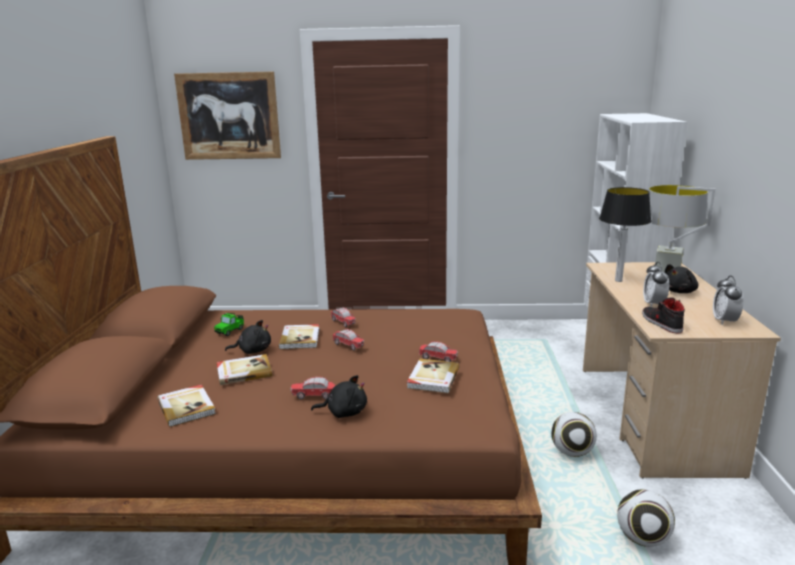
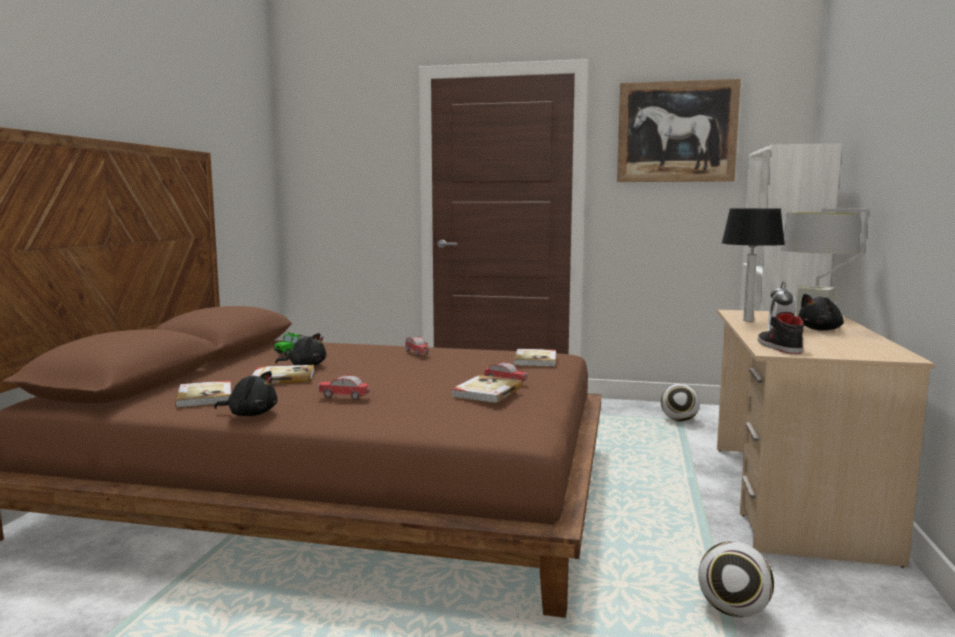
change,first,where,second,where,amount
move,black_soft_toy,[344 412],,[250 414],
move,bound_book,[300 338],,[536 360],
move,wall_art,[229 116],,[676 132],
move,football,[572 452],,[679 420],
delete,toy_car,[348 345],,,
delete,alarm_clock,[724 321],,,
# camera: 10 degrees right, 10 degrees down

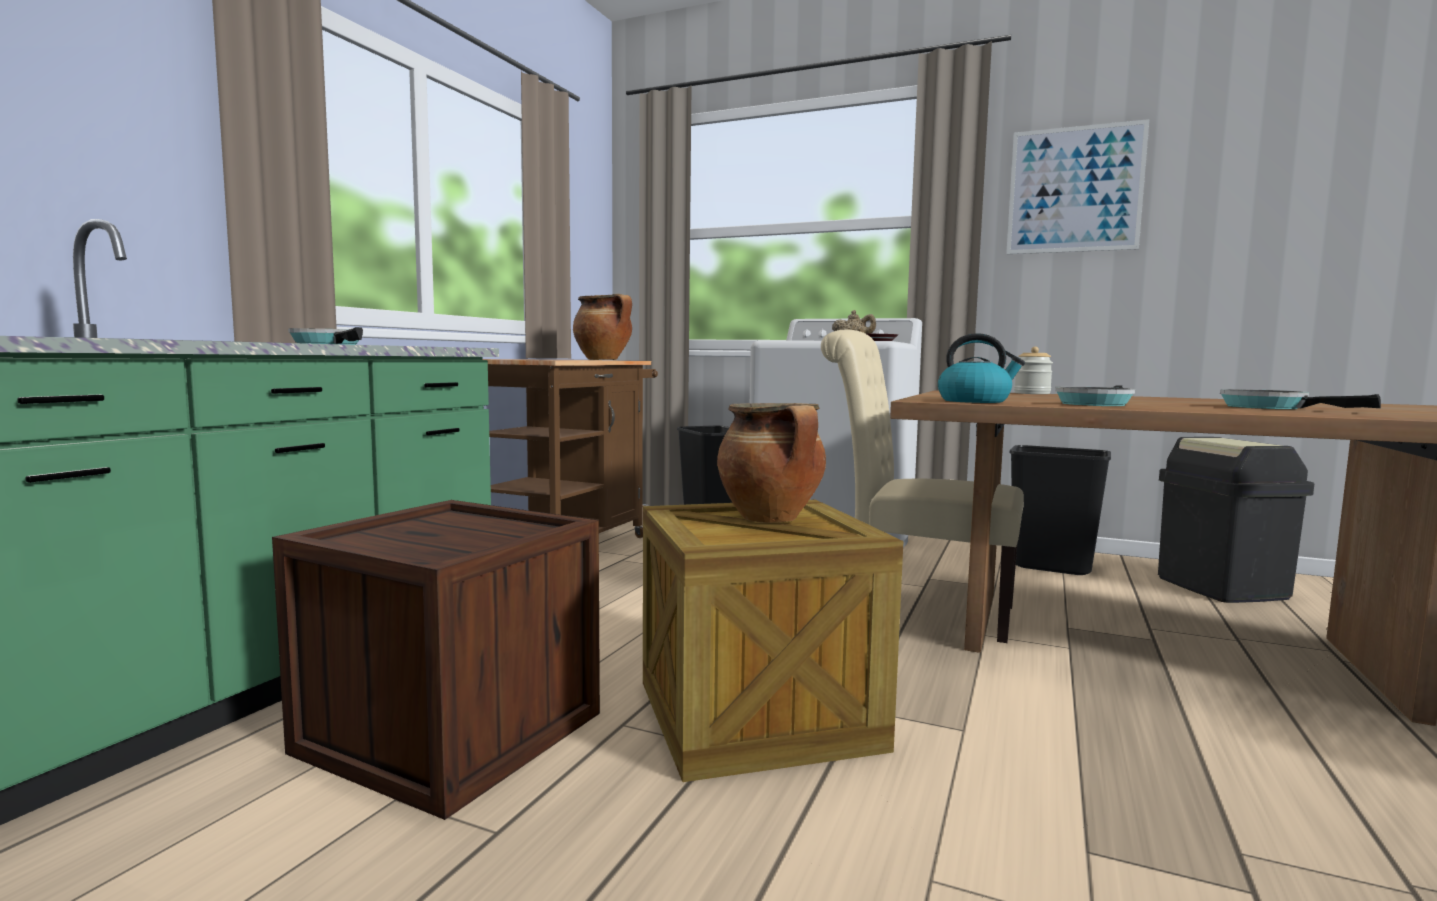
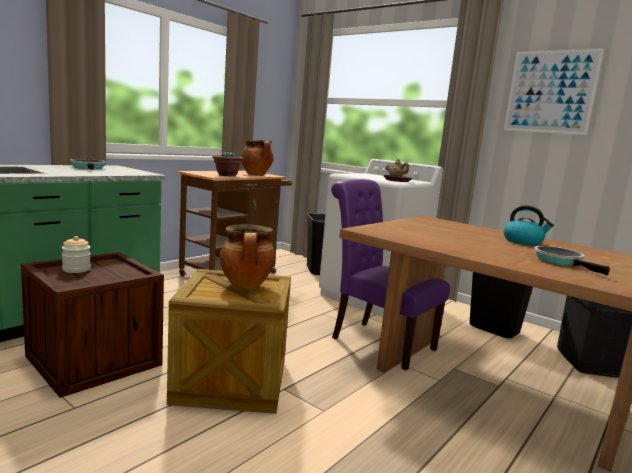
change,first,where,second,where,amount
move,preserve_jar,[1032 393],,[76 269],
insert,,,plant_in_a_pot,[226 175],
recolor,beige_chair,[916 610],purple-coloured_chair,[377 341],
move,water_kettle,[975 401],,[523 241],
delete,pan,[1094 404],,,
# camera: 15 degrees right, 5 degrees up

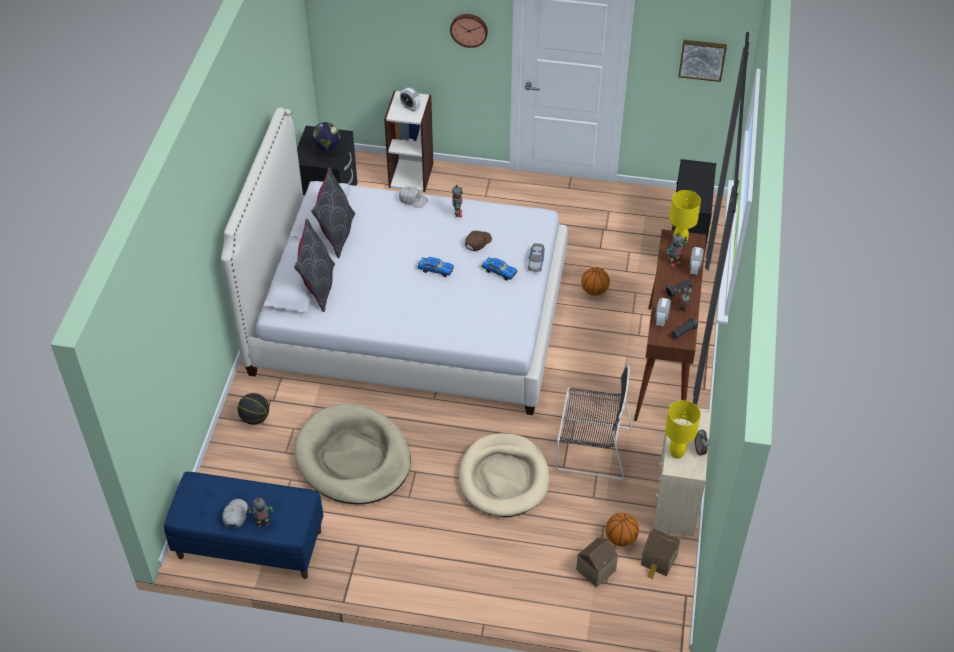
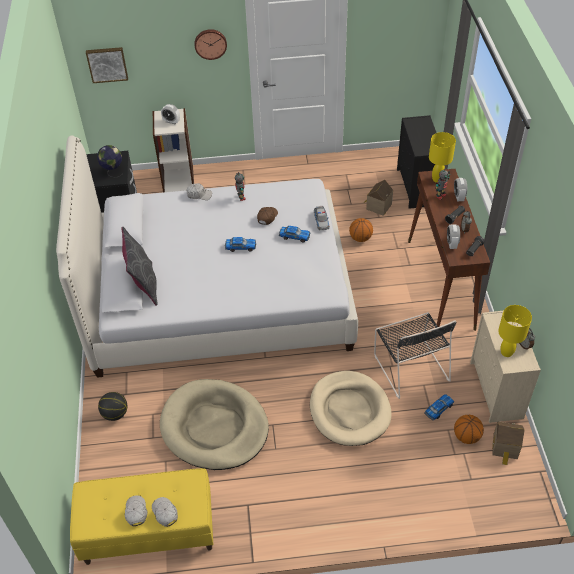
change,first,where,second,where,amount
recolor,blue_bench,[249 544],yellowish_bench,[148 532],
move,wall_art,[702 59],,[107 64],
replace,toy_robot,[263 523],whitish_cap,[165 513],
move,miniature_house,[594 569],,[377 206],
rotate,black_chair,[590 448],,[410 366],75 degrees clockwise
insert,,,toy_car,[438 409],
delete,gray_throw_pillow,[336 234],,,
# camera: 15 degrees left, 0 degrees up

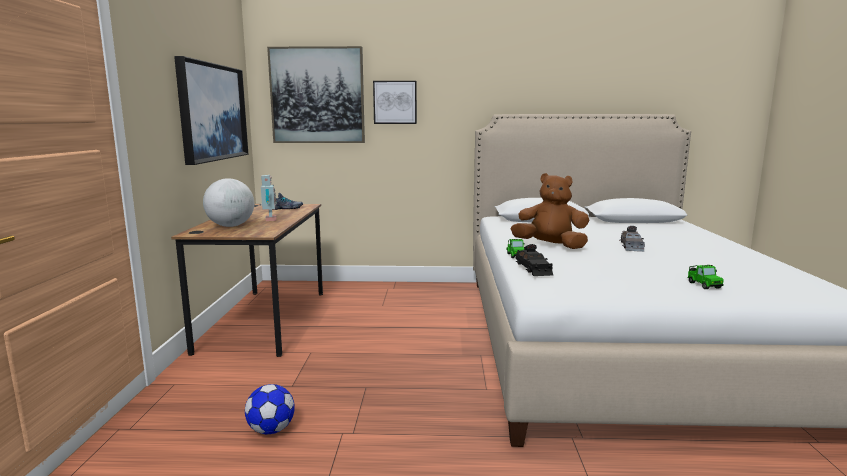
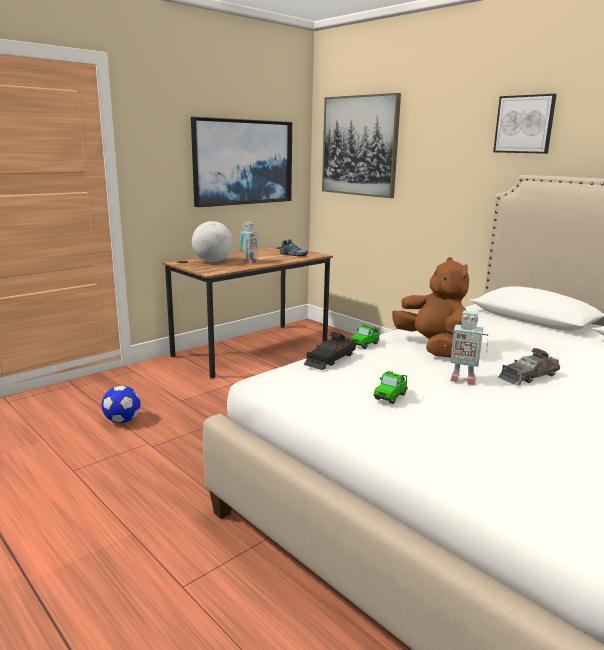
change,first,where,second,where,amount
move,toy_car,[703 285],,[391 396],
insert,,,toy_robot,[462 379],
move,wall_art,[395 102],,[524 124],
# camera: 45 degrees right, 5 degrees up

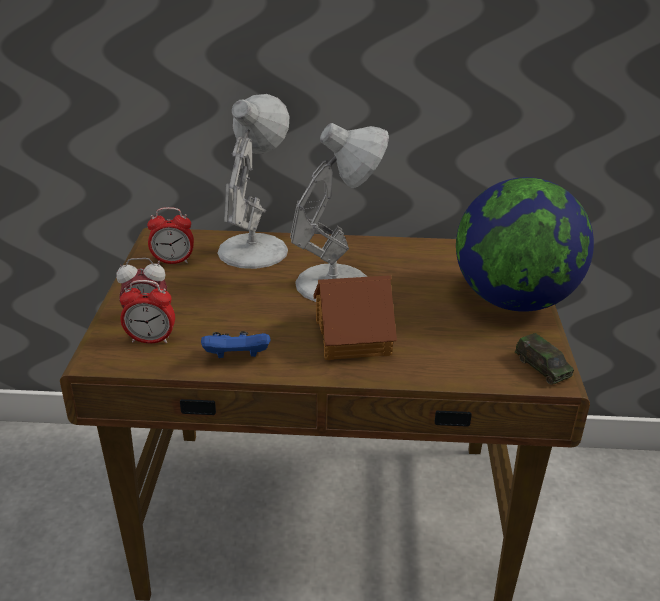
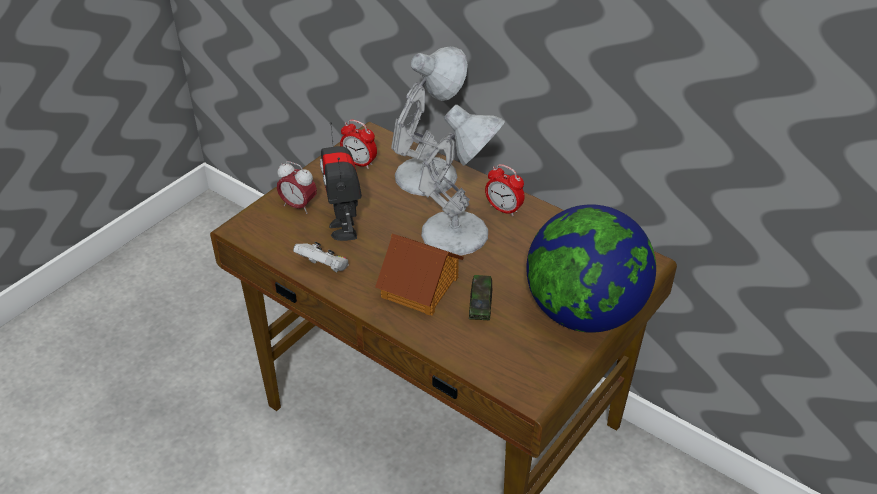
change,first,where,second,where,amount
recolor,blue_gamepad,[237 358],whitish_gamepad,[324 268],
insert,,,toy_robot,[345 229],
move,toy_car,[542 367],,[480 304],
move,alarm_clock,[151 340],,[503 209],
# camera: 35 degrees right, 10 degrees up

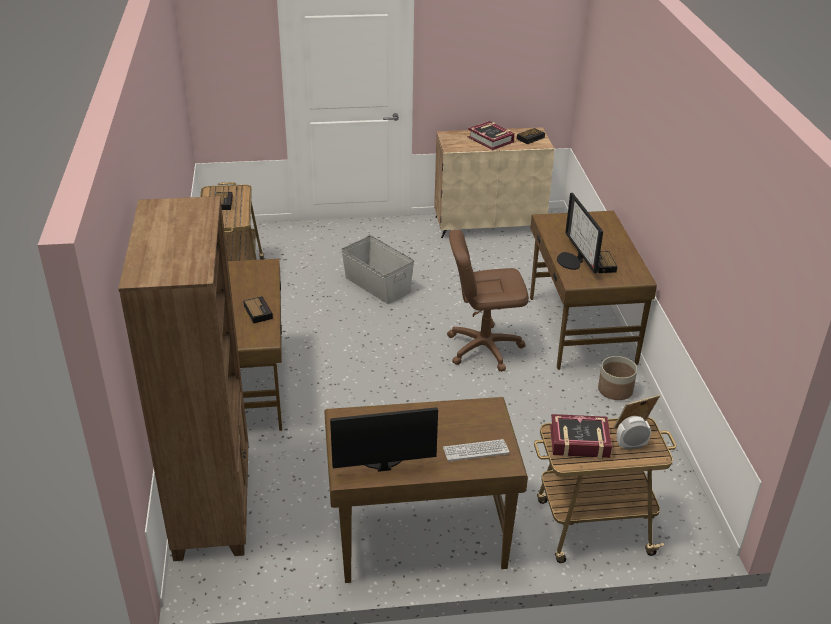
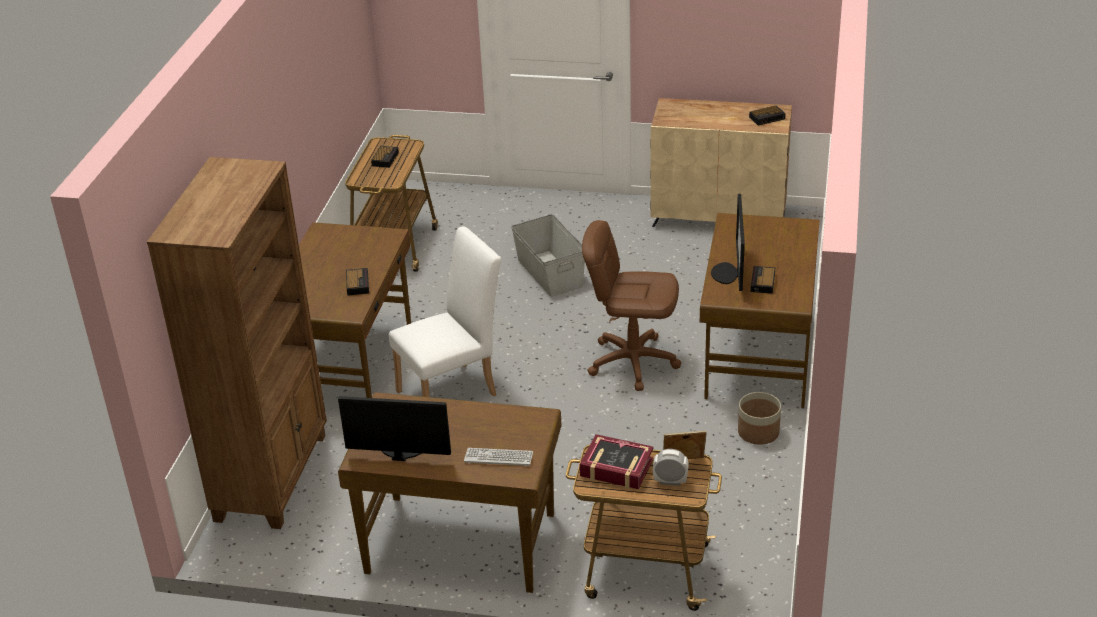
change,first,where,second,where,amount
insert,,,whitish_chair,[453 390],
delete,bound_book,[491 139],,,
# camera: 20 degrees right, 0 degrees up

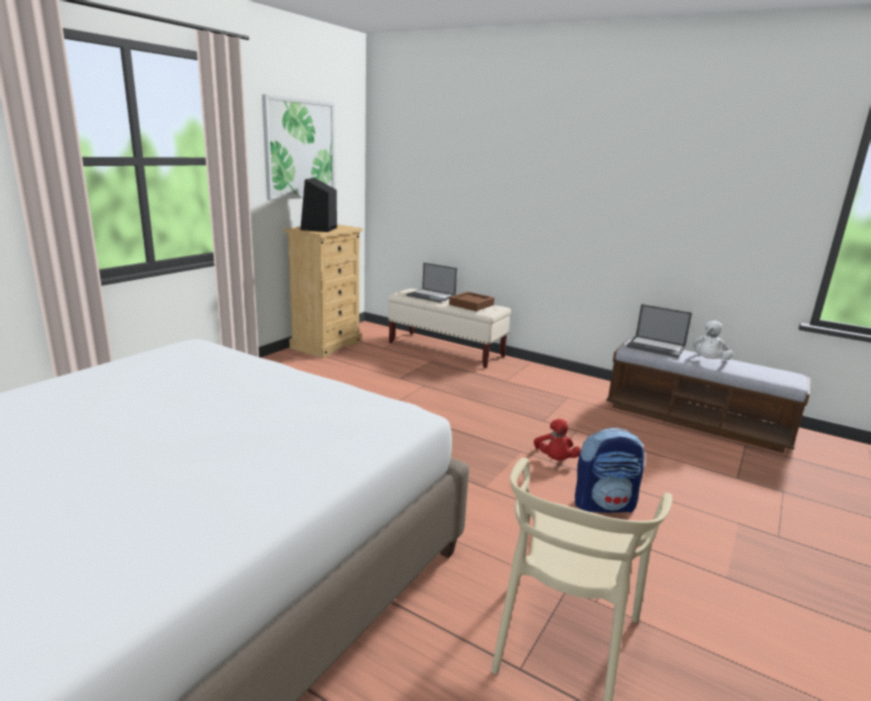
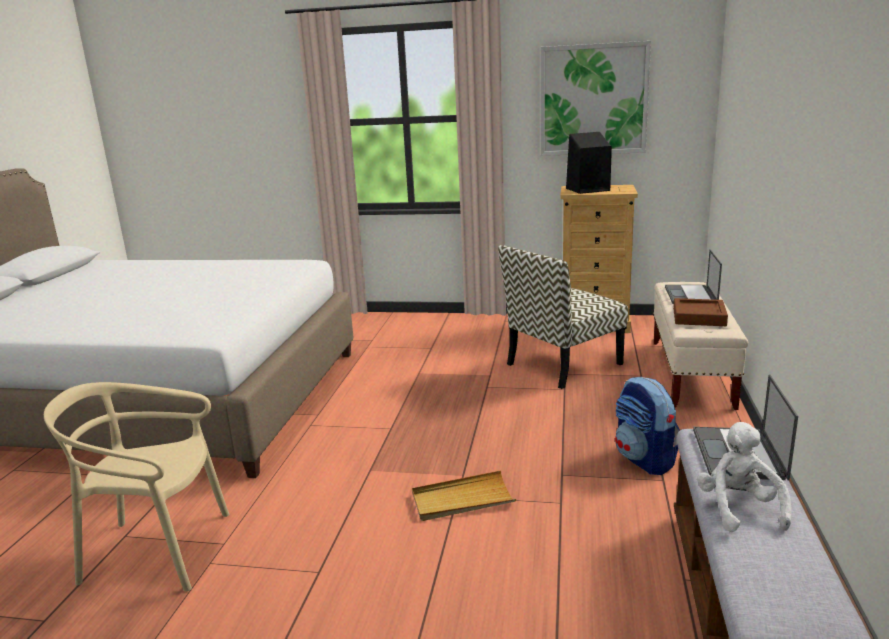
change,first,where,second,where,amount
replace,red_soft_toy,[555 460],beige_serving_tray,[462 500],
insert,,,chair,[563 365],
move,rucksack,[604 504],,[644 460],
rotate,whitish_soft_toy,[708 362],,[739 508],75 degrees clockwise
# camera: 70 degrees right, 0 degrees up

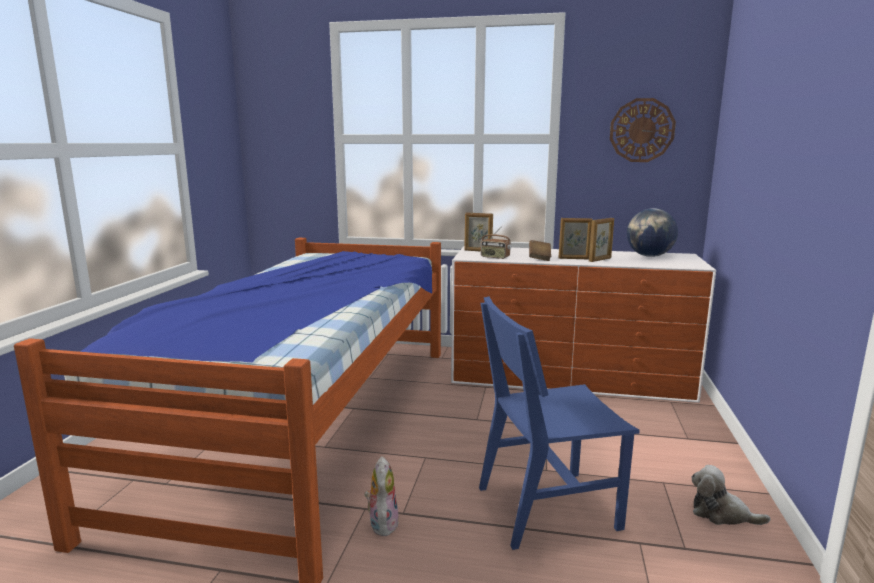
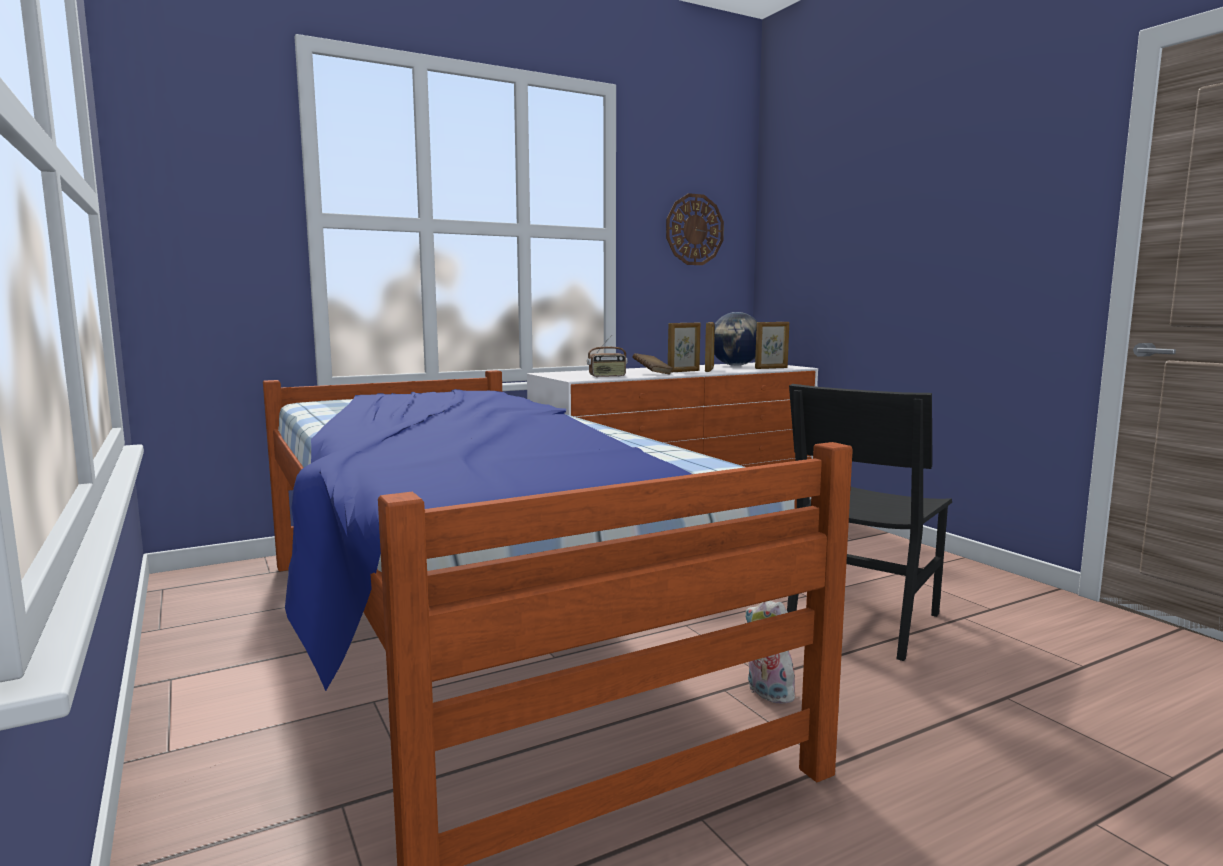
change,first,where,second,where,amount
move,picture_frame,[478 251],,[771 368],
recolor,blue_chair,[547 507],black_chair,[863 621],
delete,soft_toy,[721 514],,,
# camera: 40 degrees left, 5 degrees down

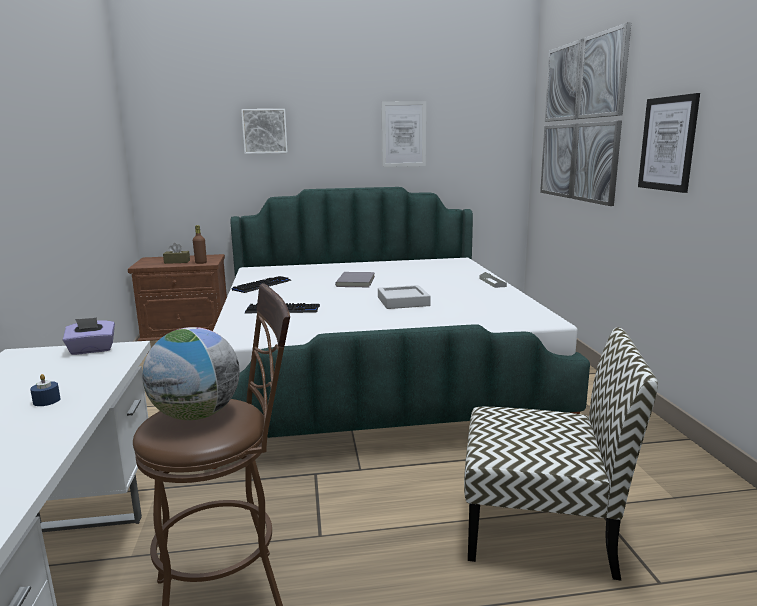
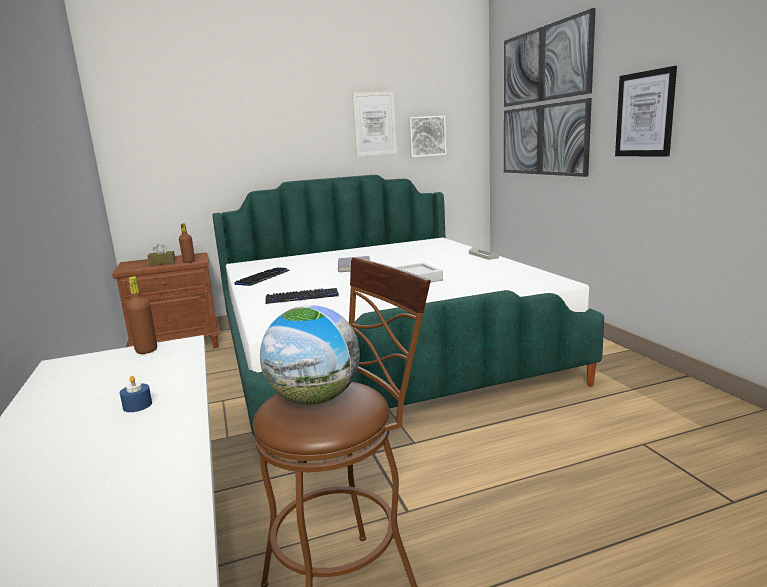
change,first,where,second,where,amount
replace,purple-coloured_tissue_holder,[92 350],brown_beverage_bottle,[146 350],
move,wall_art,[264 131],,[426 136],
delete,chair,[542 527],,,
# camera: 10 degrees left, 0 degrees up

